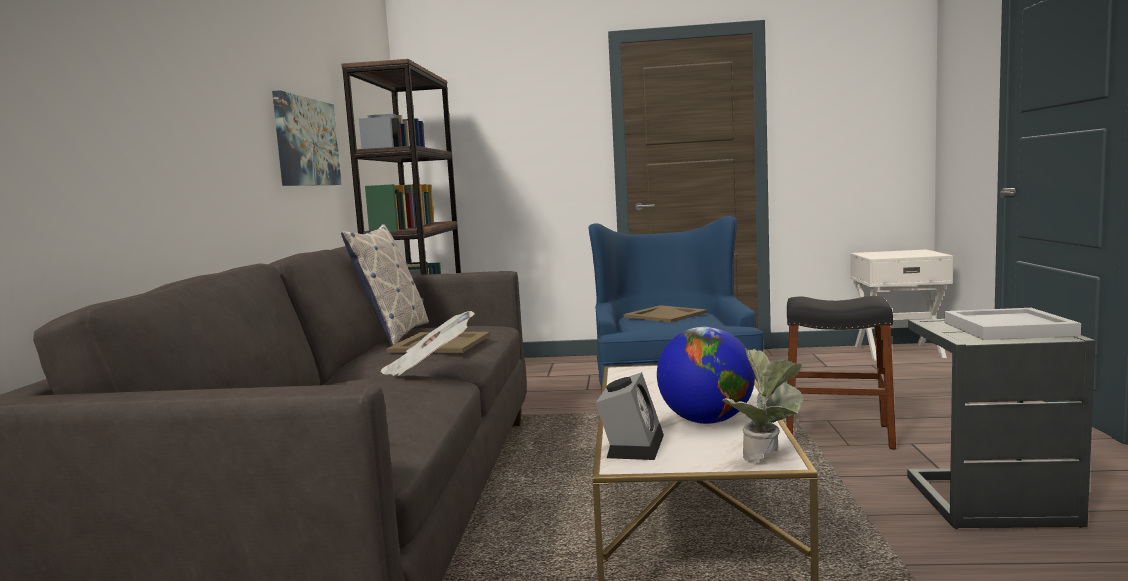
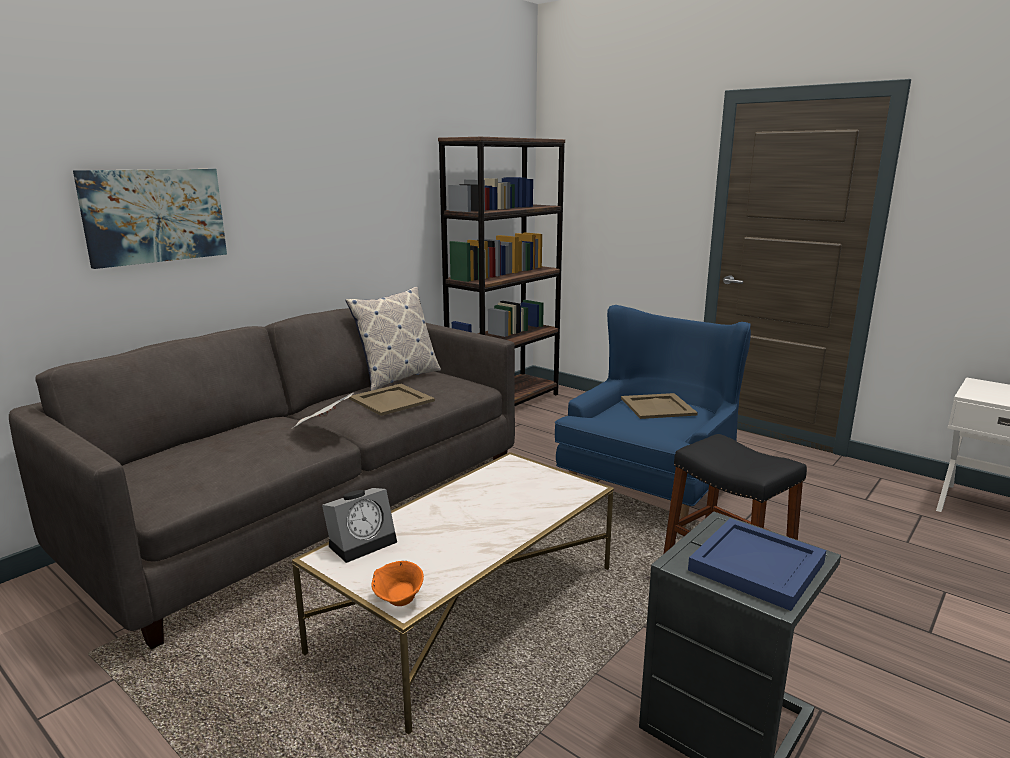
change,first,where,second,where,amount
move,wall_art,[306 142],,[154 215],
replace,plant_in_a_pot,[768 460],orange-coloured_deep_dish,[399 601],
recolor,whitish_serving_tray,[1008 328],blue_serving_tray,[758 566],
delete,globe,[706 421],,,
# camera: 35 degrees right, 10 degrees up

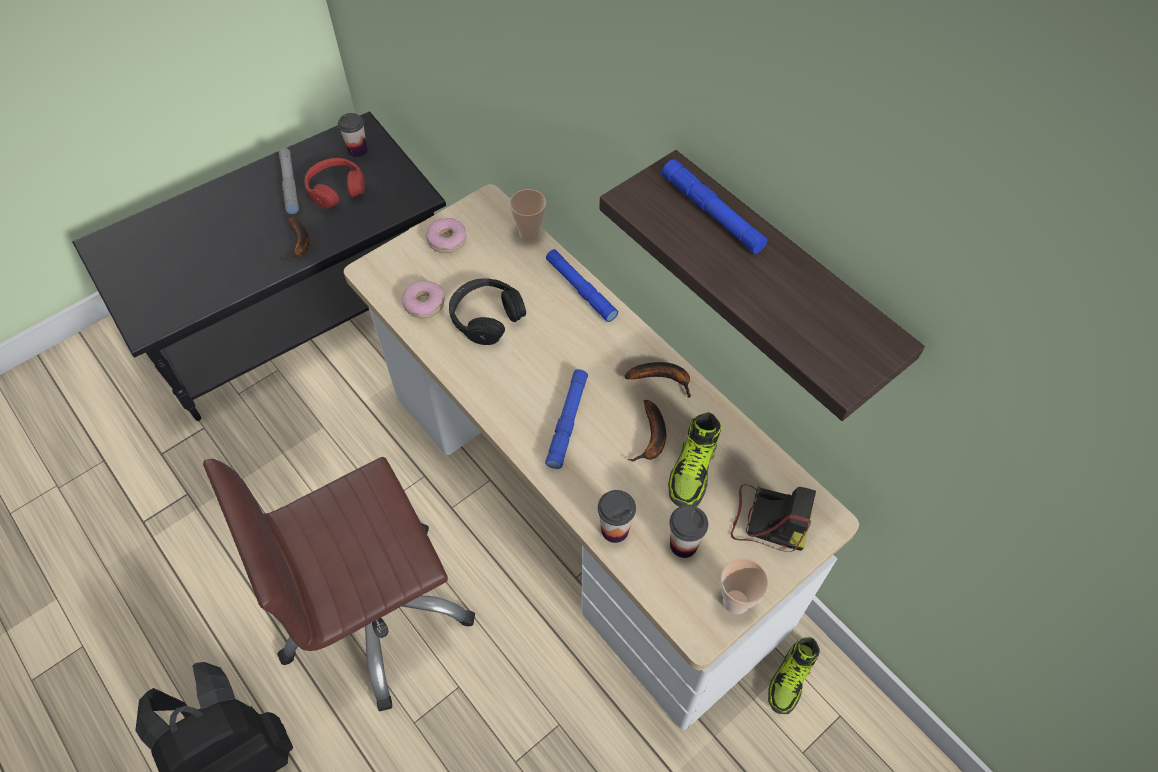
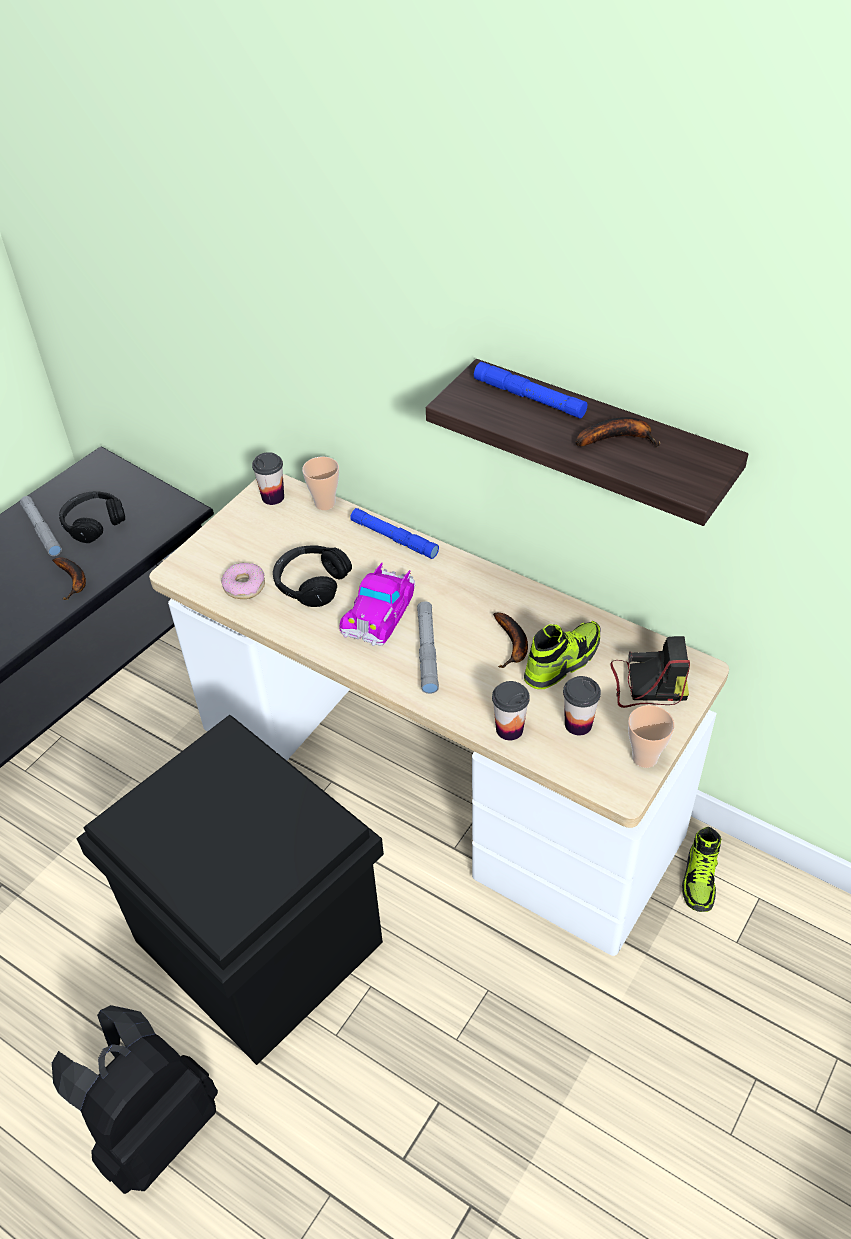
change,first,where,second,where,amount
recolor,red_headphones,[336 189],black_headphones,[94 523],
replace,brown_desk_chair,[376 612],black_storage_box,[255 941],
move,cup,[358 151],,[273 497],
insert,,,toy_car,[379 609],
recolor,blue_hand_torch,[567 422],gray_hand_torch,[427 651],
rotate,low_shoe,[693 470],,[562 661],135 degrees counterclockwise
move,banana_fruit,[663 378],,[618 438],
delete,ring_doughnut,[446 240],,,
# camera: 15 degrees left, 10 degrees down

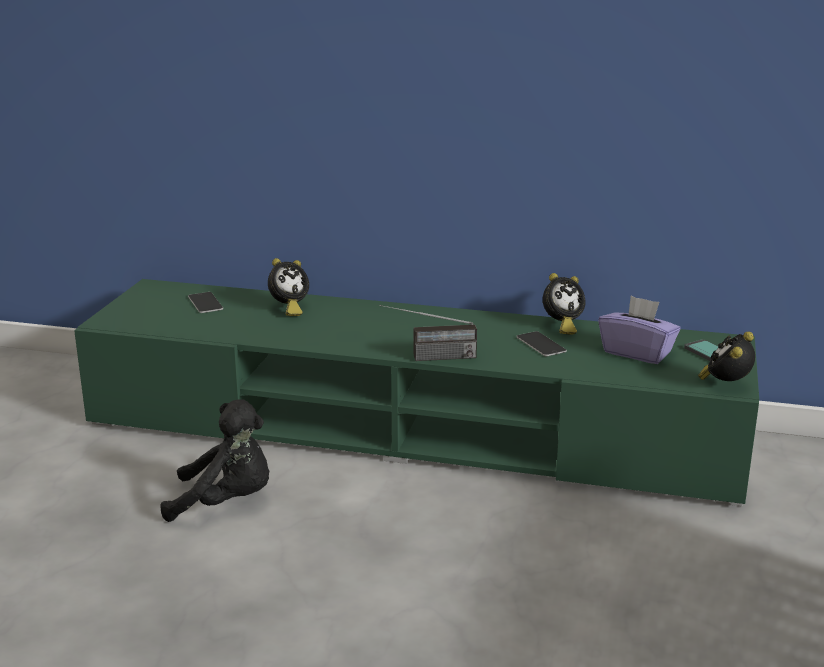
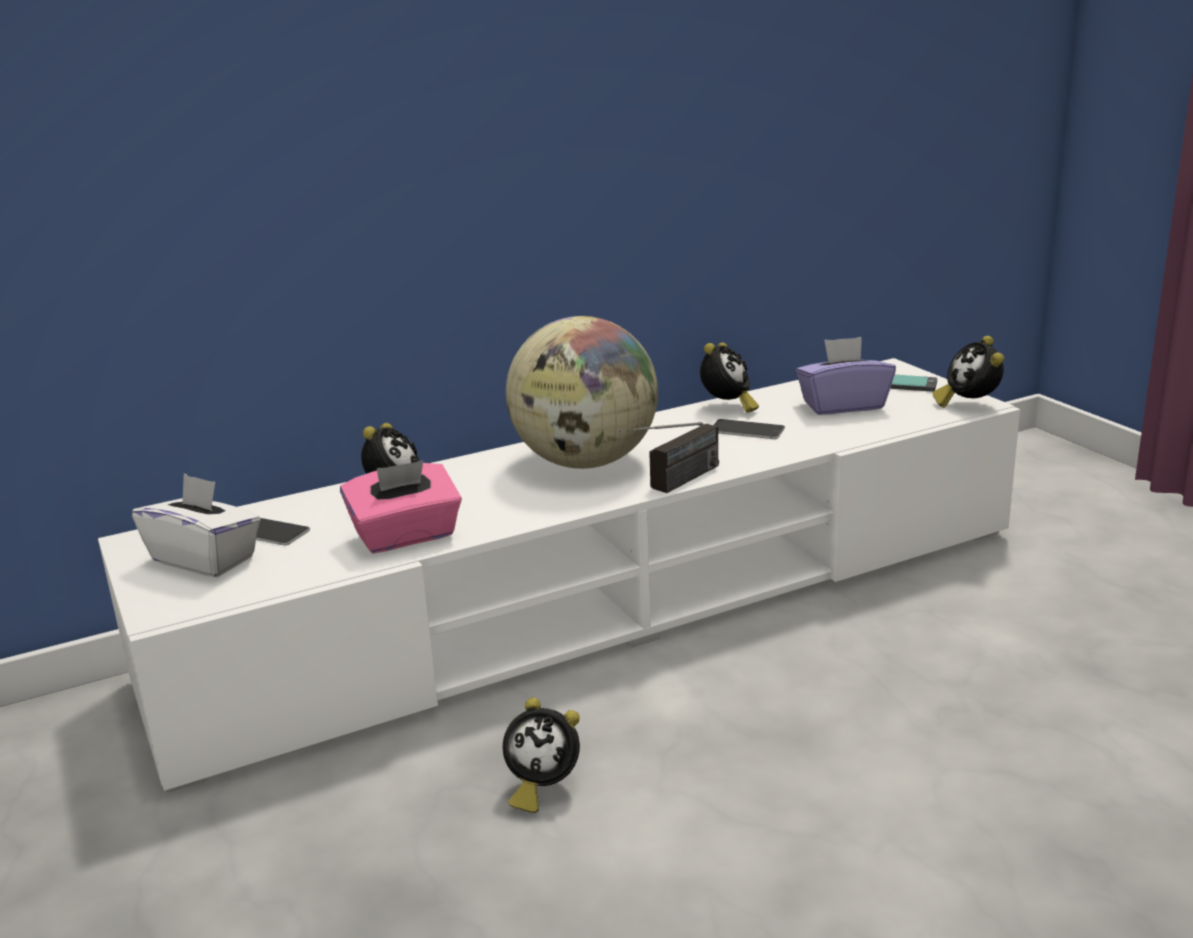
change,first,where,second,where,amount
recolor,green_tv_stand,[413 431],whitish_tv_stand,[605 602],
insert,,,whitish_tissue_holder,[205 559],
insert,,,pinkish_tissue_holder,[406 536],
replace,black_soft_toy,[226 503],alarm_clock,[541 788],
insert,,,globe,[585 462],
# camera: 40 degrees left, 0 degrees up

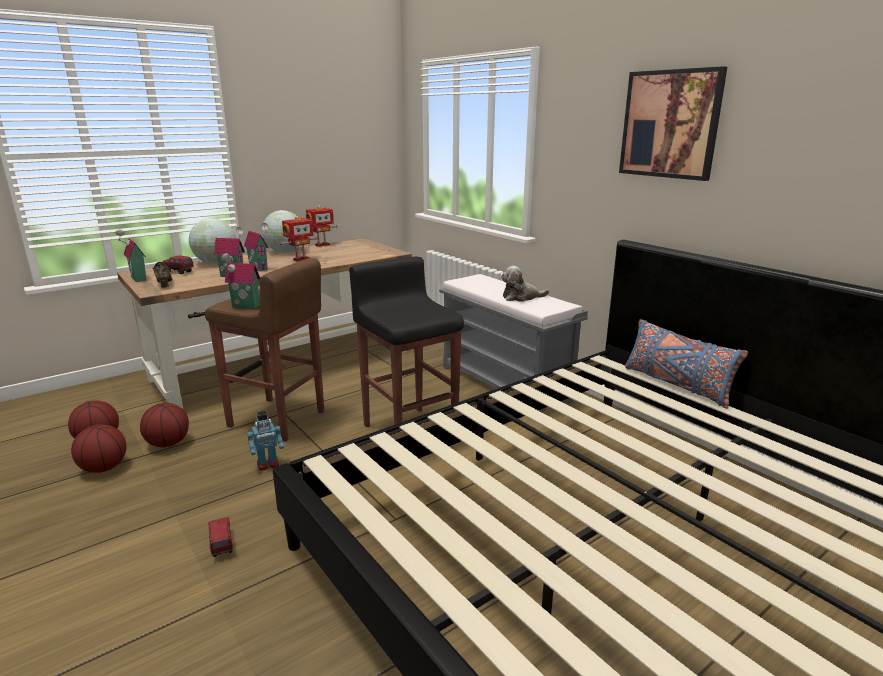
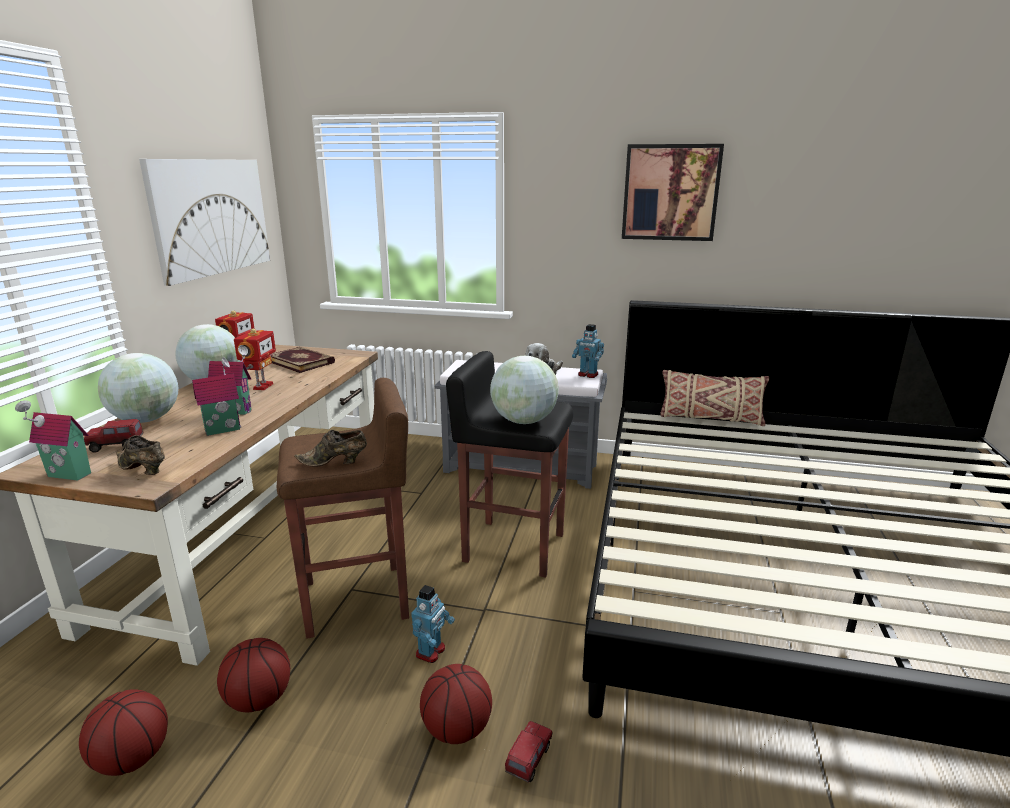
change,first,where,second,where,amount
insert,,,wall_art,[211 217],
insert,,,bound_book,[301 362],
replace,miniature_house,[244 307],brown_low_shoe,[335 463],
move,ball_for_basketball,[104 468],,[456 729],
insert,,,globe,[524 421],
rotate,toy_truck,[221 545],,[528 761],90 degrees clockwise
insert,,,toy_robot,[587 375],
recolor,blue_throw_pillow,[676 384],beige_throw_pillow,[710 419],
# camera: 40 degrees left, 0 degrees up

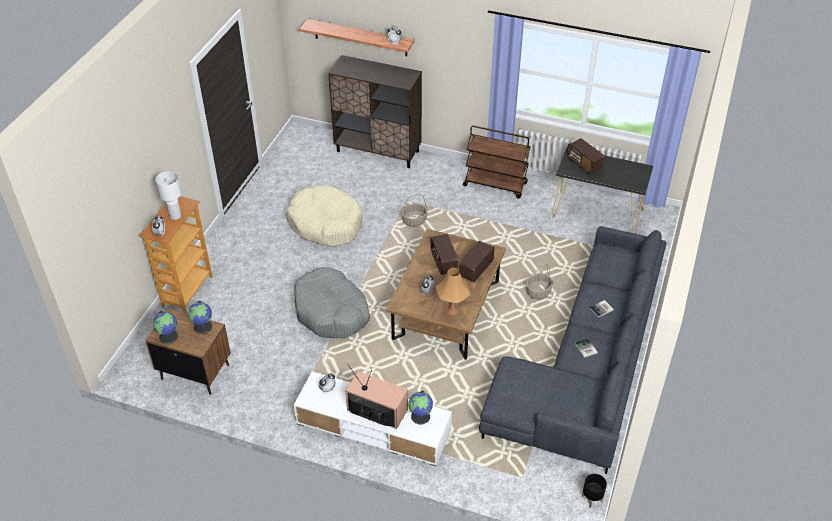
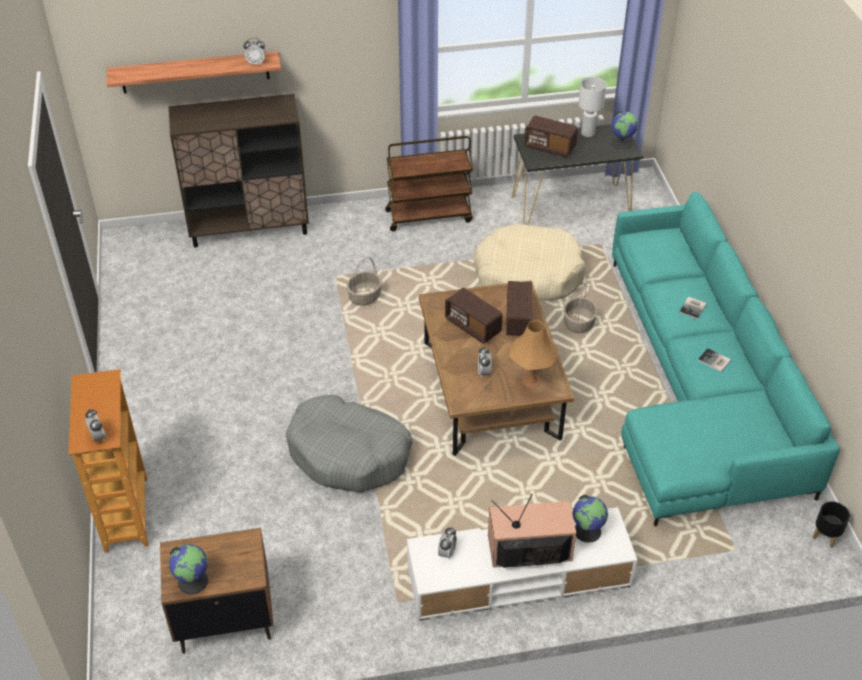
change,first,where,second,where,amount
move,beige_pet_bed,[325 224],,[528 275],
move,whitish_tabletop_lamp,[175 216],,[587 133],
move,globe,[203 326],,[622 143],
recolor,gray_settee,[585 367],turquoise-coloured_settee,[698 388],
# camera: 30 degrees left, 0 degrees up

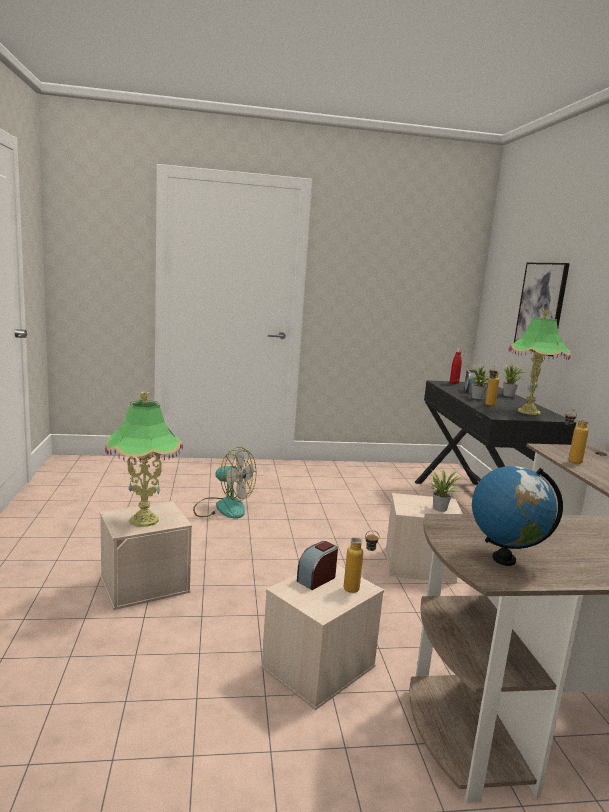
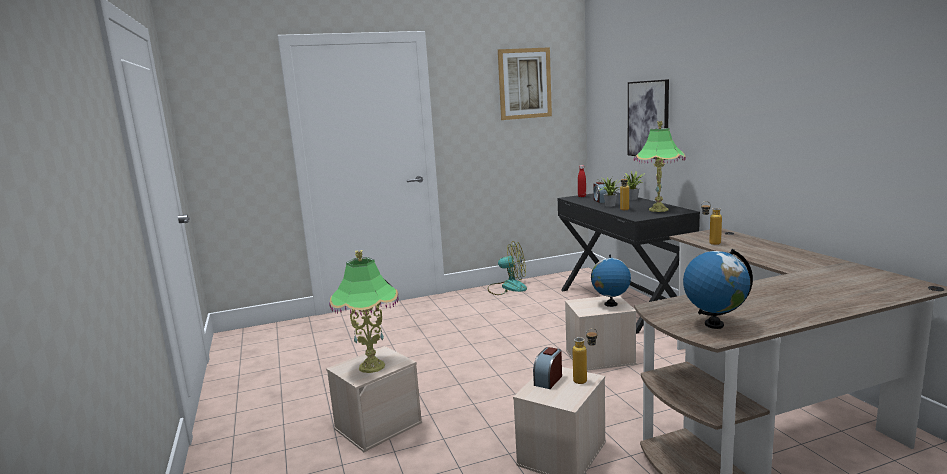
change,first,where,second,where,amount
move,cooling_fan,[223 507],,[507 287],
insert,,,wall_art,[524 83],
replace,plant_in_a_pot,[440 508],globe,[610 304],
# camera: 10 degrees left, 0 degrees up

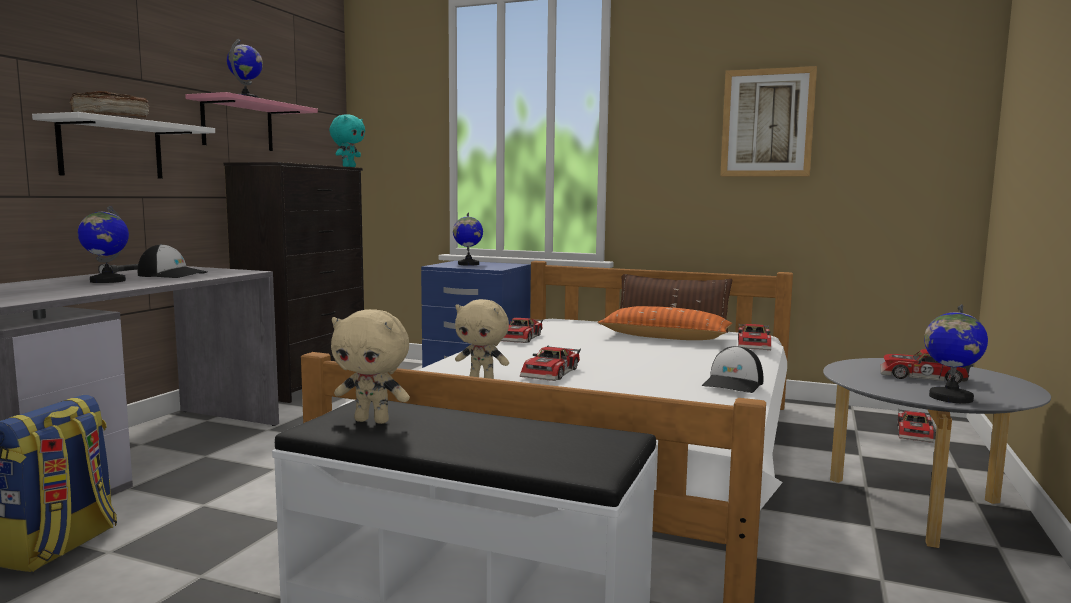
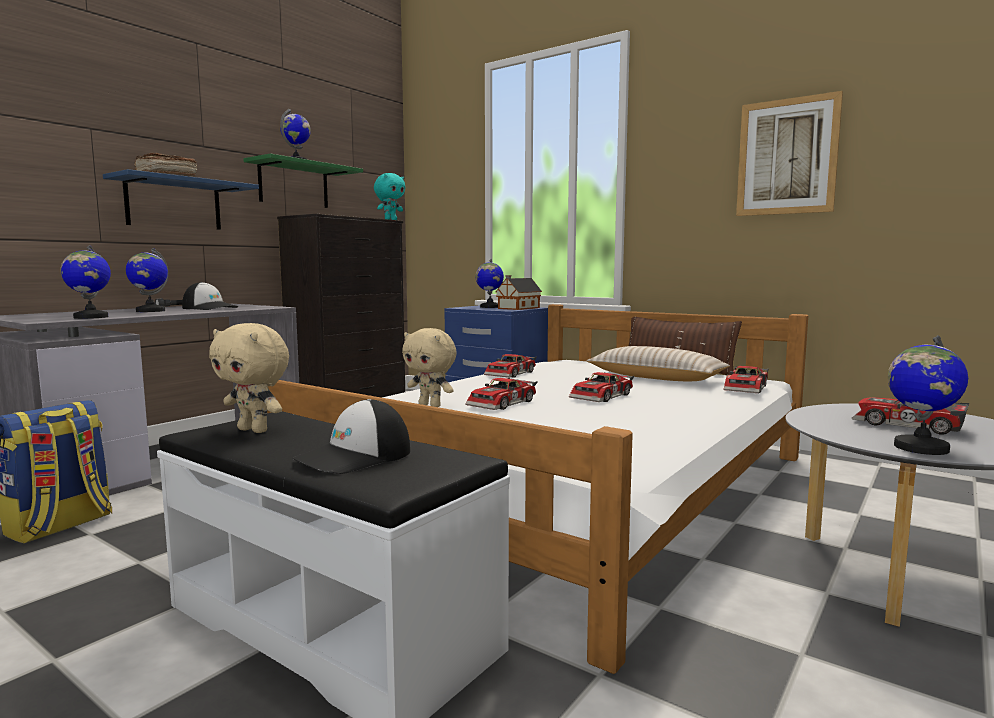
change,first,where,second,where,amount
insert,,,globe,[90 317],
recolor,whitish_wall_shelf,[111 149],blue_wall_shelf,[174 204],
recolor,pinkish_wall_shelf,[237 125],green_wall_shelf,[293 185],
move,cap,[733 384],,[355 457],
insert,,,miniature_house,[517 308],
move,toy_car,[916 433],,[603 397],
recolor,orange-coloured_throw_pillow,[665 337],beige_throw_pillow,[656 378],
# camera: 15 degrees right, 0 degrees up

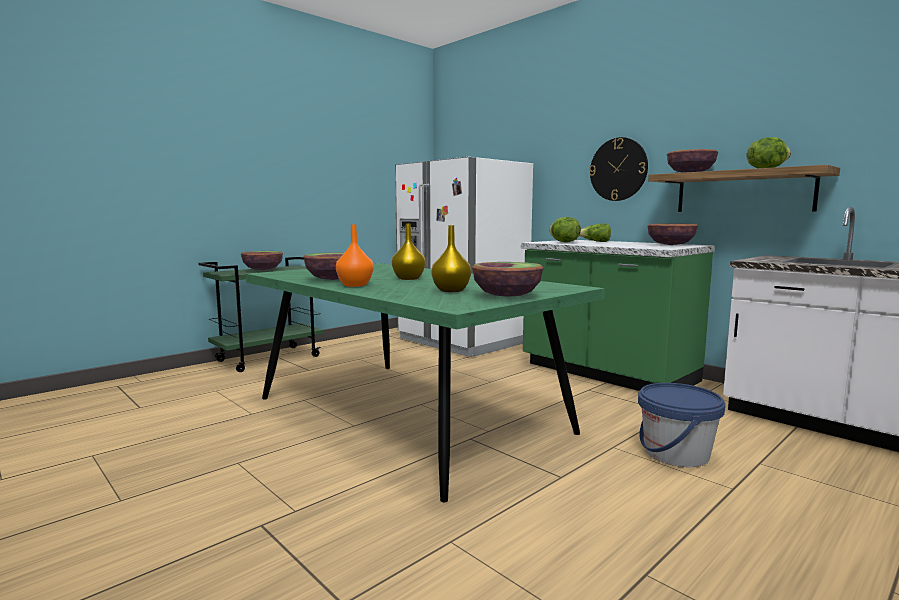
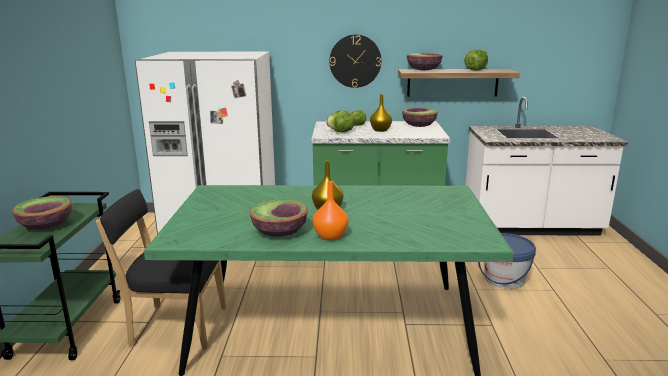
change,first,where,second,where,amount
insert,,,black_chair,[174 326],
move,yellowish_decorative_vase,[450 290],,[380 130],
delete,deep_dish,[507 296],,,
# camera: 45 degrees left, 10 degrees up

